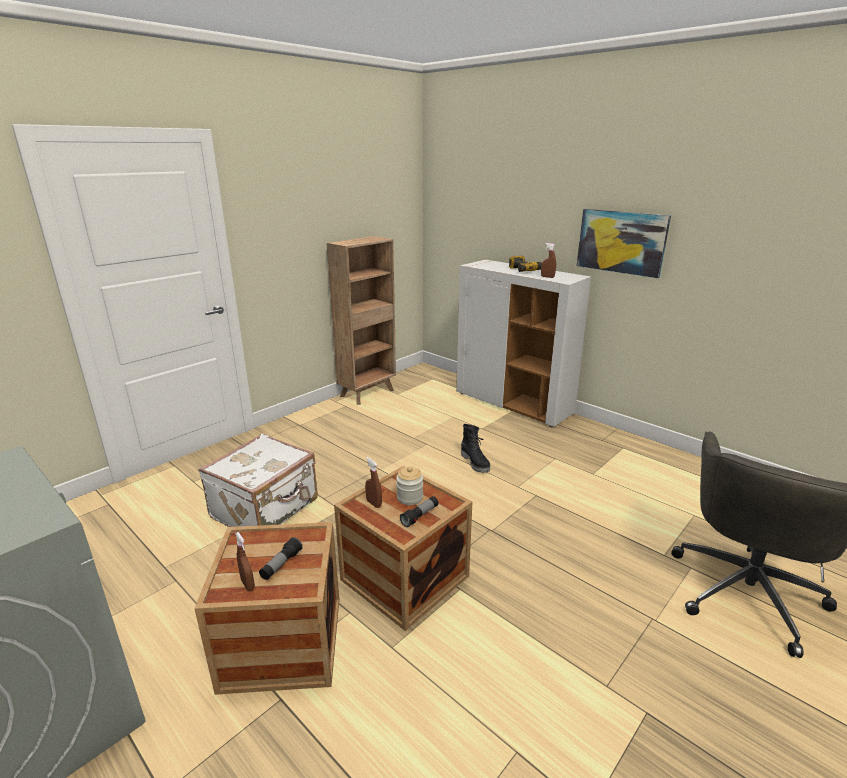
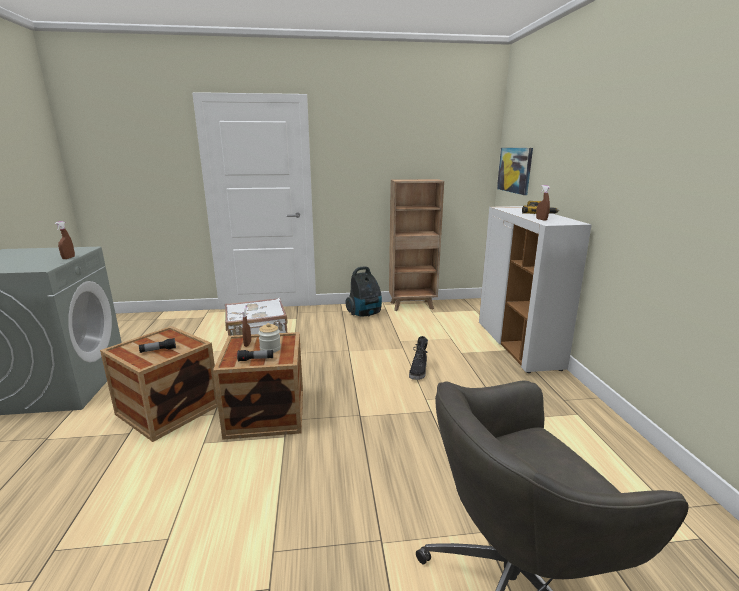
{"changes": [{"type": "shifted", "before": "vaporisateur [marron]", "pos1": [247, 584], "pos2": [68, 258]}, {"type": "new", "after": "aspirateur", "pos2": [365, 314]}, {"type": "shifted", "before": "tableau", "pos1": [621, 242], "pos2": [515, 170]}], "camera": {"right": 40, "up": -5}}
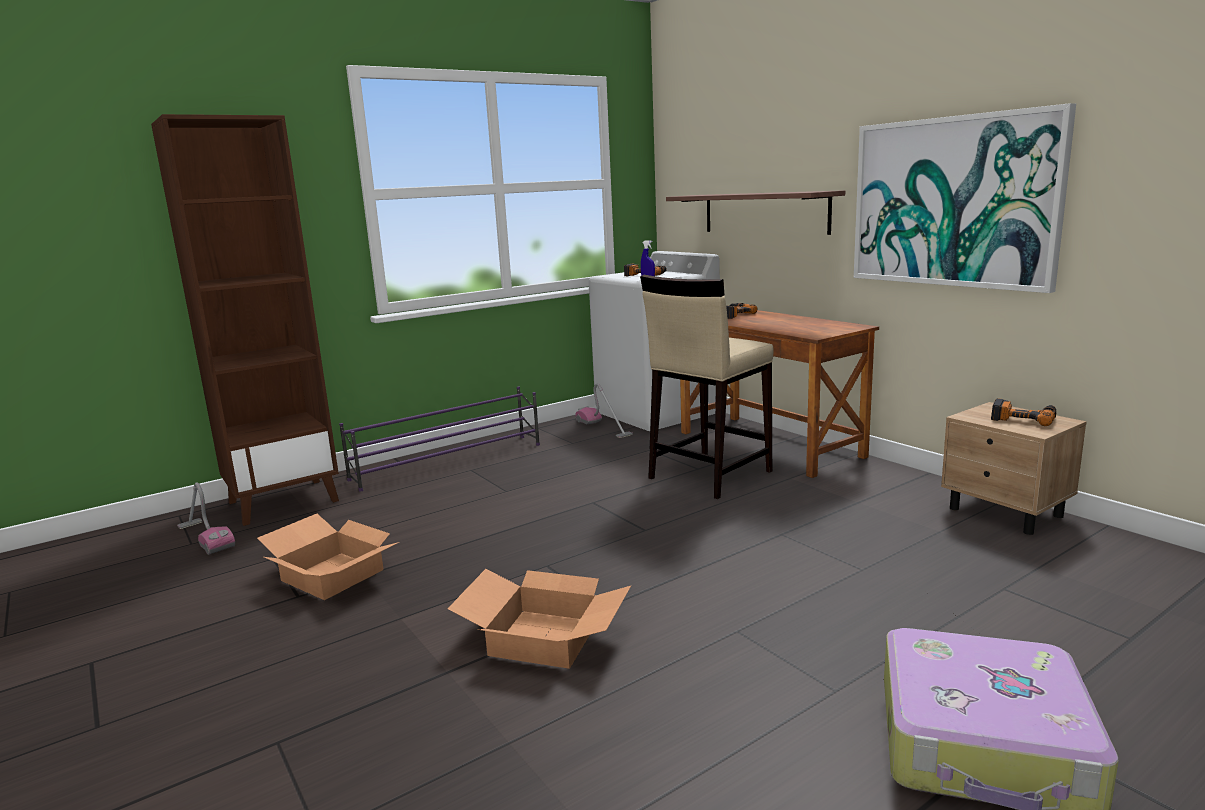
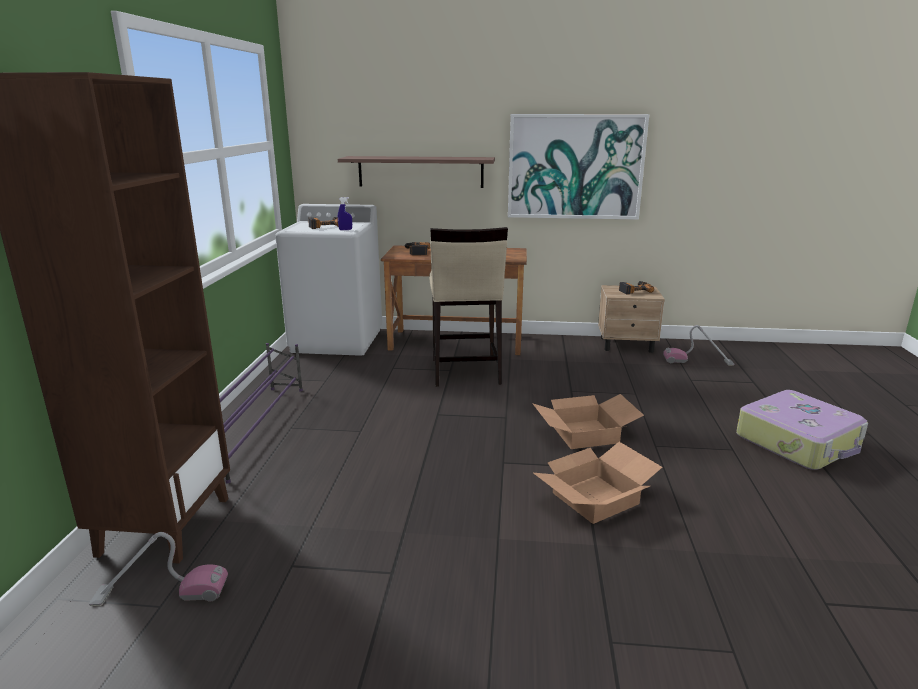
{"changes": [{"type": "shifted", "before": "carton", "pos1": [330, 575], "pos2": [584, 434]}, {"type": "shifted", "before": "aspirateur", "pos1": [603, 427], "pos2": [697, 361]}], "camera": {"right": -50, "up": 5}}
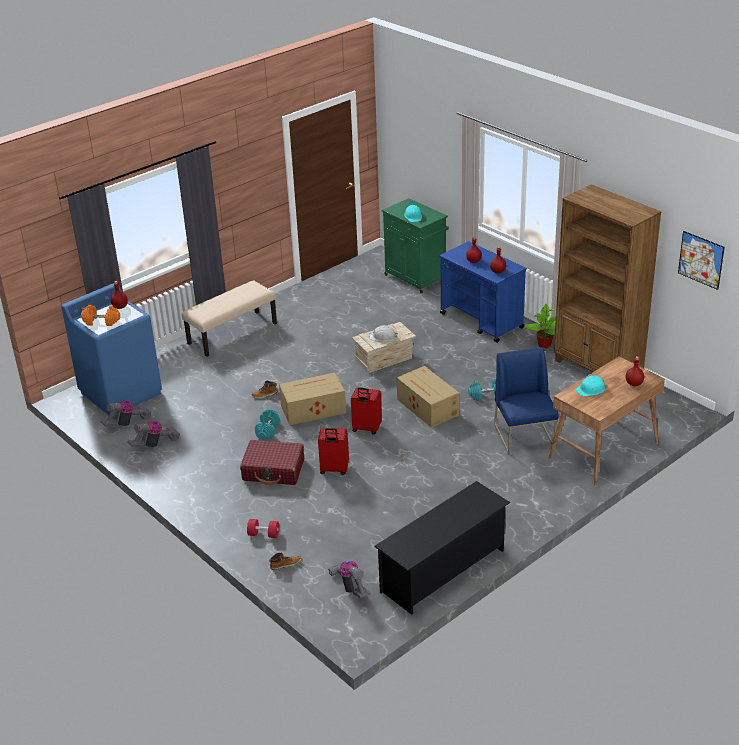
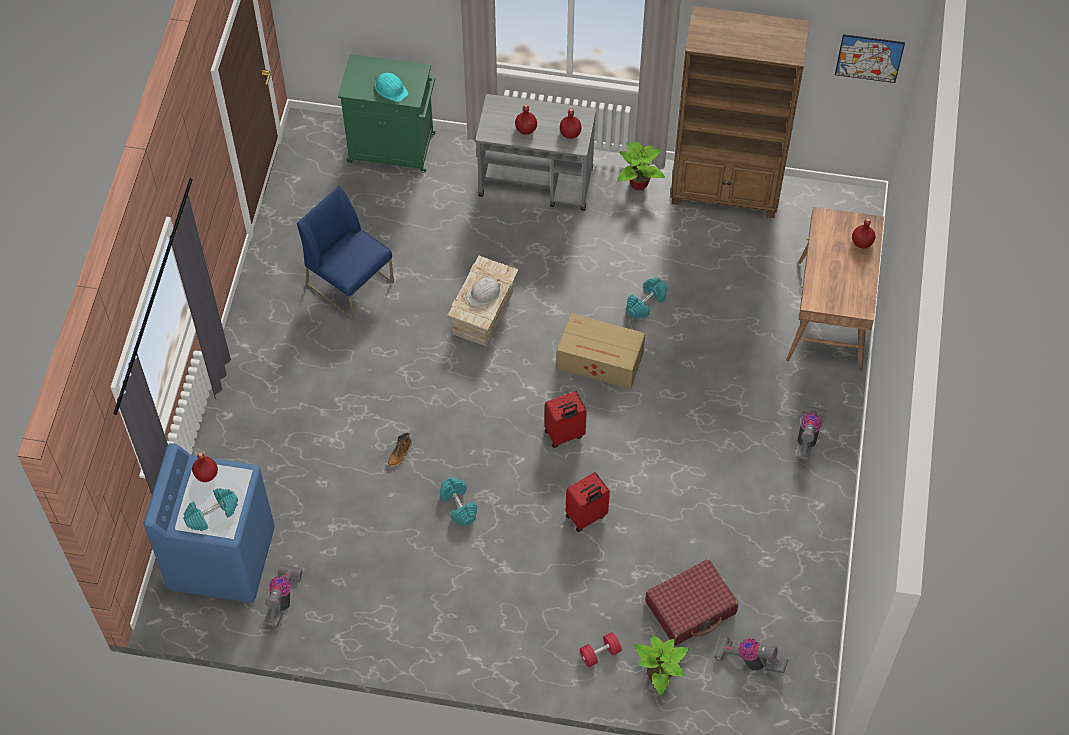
{"changes": [{"type": "repainted", "before": "haltère [orange]", "after": "haltère [turquoise]", "pos1": [102, 321], "pos2": [212, 513]}, {"type": "shifted", "before": "chaise [bleu]", "pos1": [525, 436], "pos2": [351, 283]}, {"type": "repainted", "before": "chariot [bleu]", "after": "chariot [gris]", "pos1": [482, 321], "pos2": [537, 182]}, {"type": "swapped", "before": "botte", "after": "plante en pot", "pos1": [285, 564], "pos2": [659, 676]}, {"type": "shifted", "before": "valise [rouge]", "pos1": [273, 470], "pos2": [691, 608]}, {"type": "shifted", "before": "aspirateur", "pos1": [155, 444], "pos2": [808, 437]}, {"type": "gone", "before": "banc [beige]", "pos1": [232, 333]}, {"type": "gone", "before": "carton", "pos1": [312, 409]}, {"type": "gone", "before": "étagère à chaussures [noir]", "pos1": [443, 571]}, {"type": "gone", "before": "casque de chantier [turquoise]", "pos1": [591, 389]}], "camera": {"right": -40, "up": 25}}
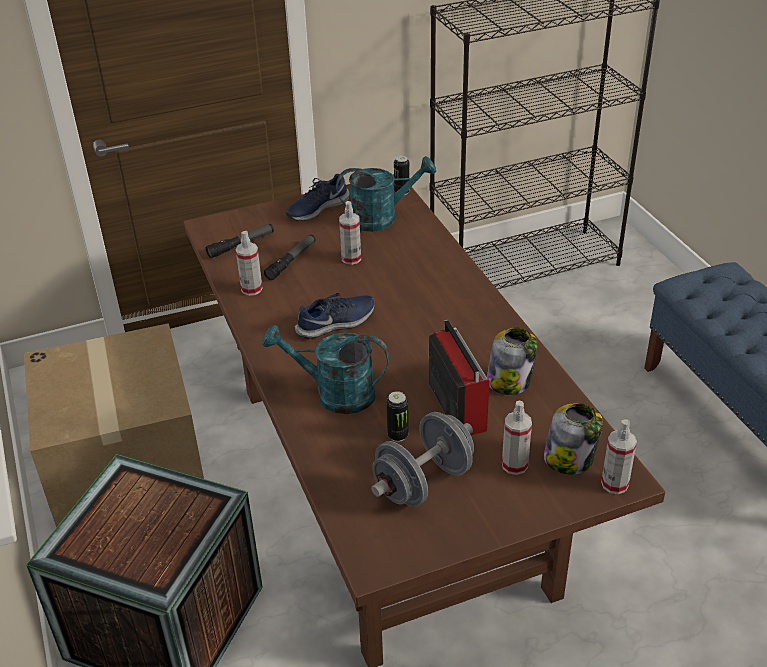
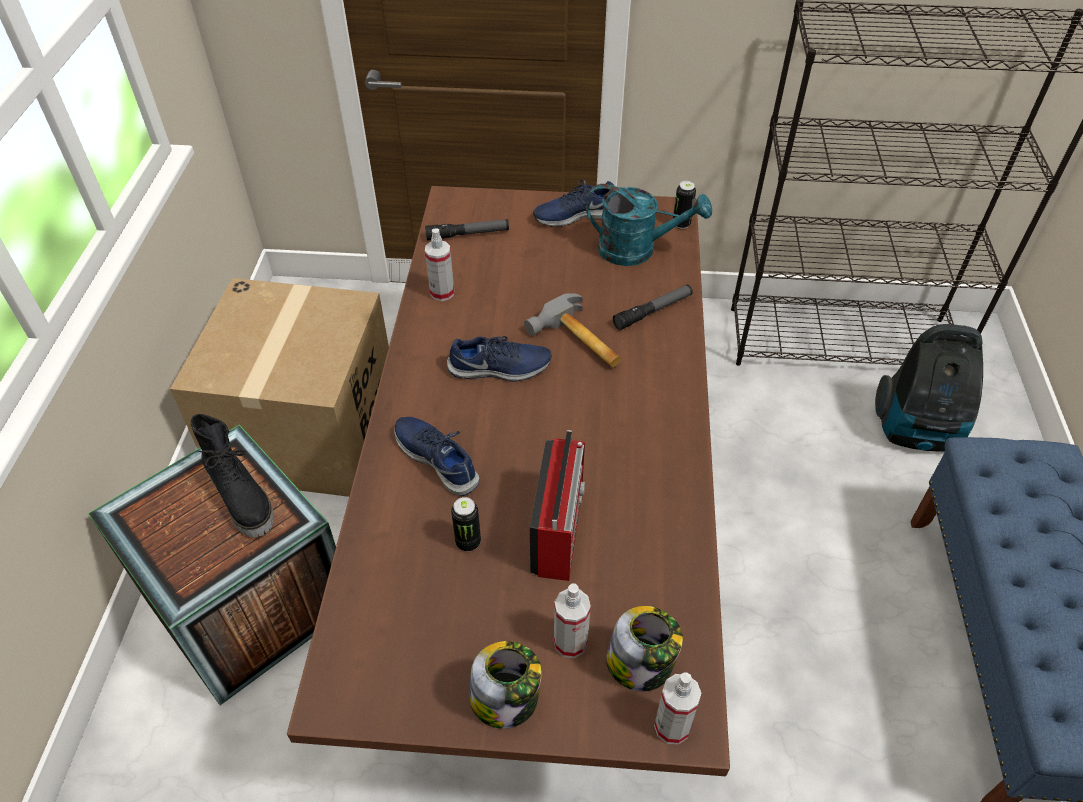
{"changes": [{"type": "new", "after": "botte [noir]", "pos2": [243, 499]}, {"type": "swapped", "before": "arrosoir [turquoise]", "after": "chaussure [bleu]", "pos1": [334, 394], "pos2": [438, 459]}, {"type": "shifted", "before": "bocal", "pos1": [509, 381], "pos2": [506, 700]}, {"type": "new", "after": "marteau", "pos2": [578, 342]}, {"type": "shifted", "before": "lampe de poche", "pos1": [291, 261], "pos2": [653, 311]}, {"type": "new", "after": "aspirateur", "pos2": [916, 431]}, {"type": "gone", "before": "vaporisateur", "pos1": [351, 258]}, {"type": "gone", "before": "haltère [gris]", "pos1": [423, 482]}], "camera": {"right": 25, "up": 10}}
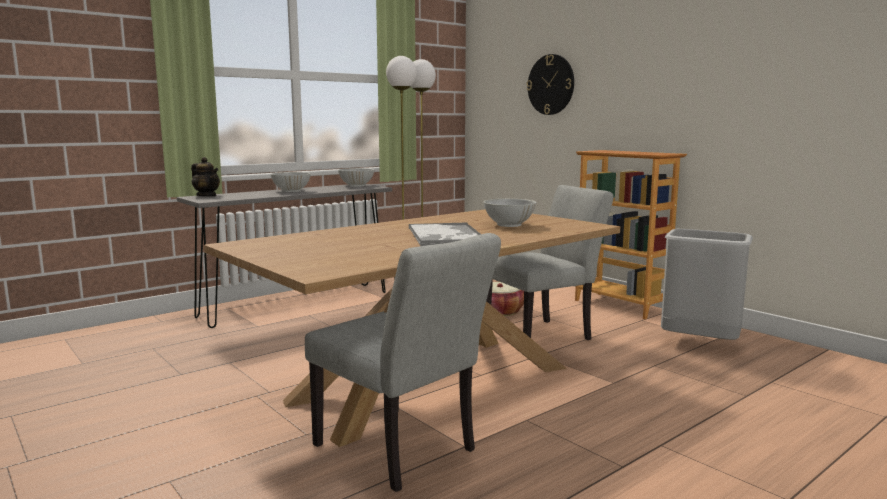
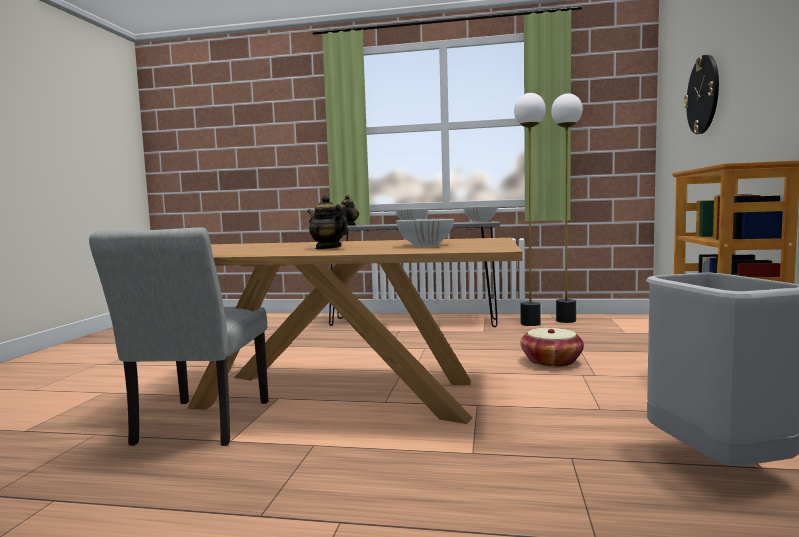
{"changes": [{"type": "swapped", "before": "plateau", "after": "théière", "pos1": [445, 236], "pos2": [328, 248]}, {"type": "gone", "before": "chaise [gris]", "pos1": [544, 335]}], "camera": {"right": 50, "up": -5}}
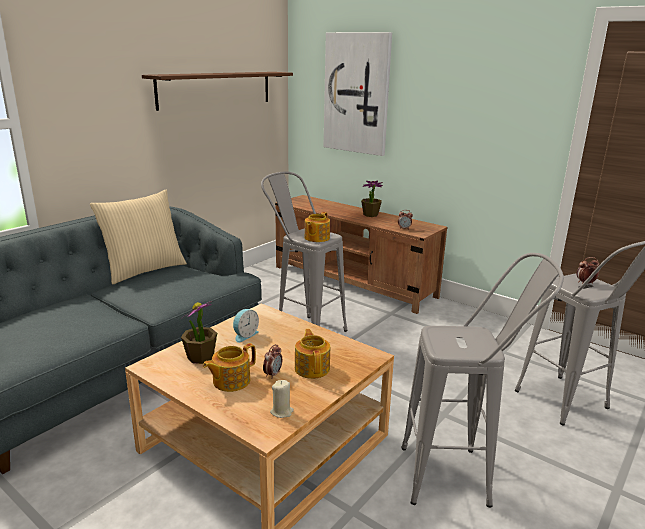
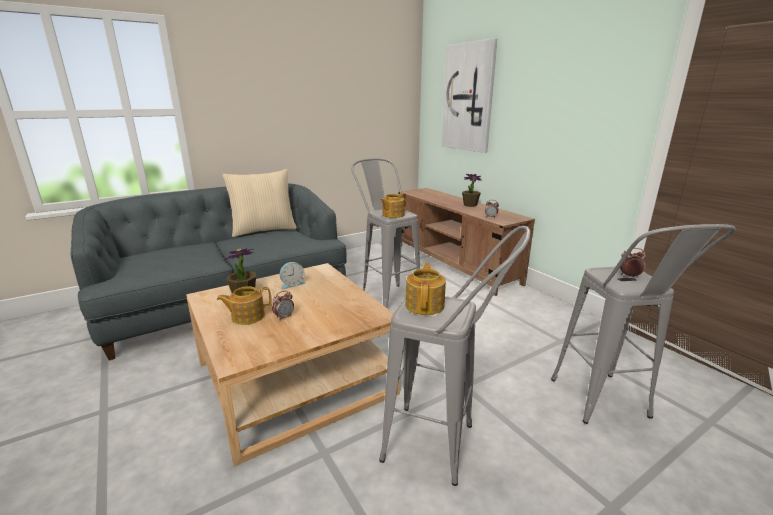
{"changes": [{"type": "shifted", "before": "théière", "pos1": [312, 368], "pos2": [425, 305]}, {"type": "gone", "before": "étagère [marron]", "pos1": [216, 89]}, {"type": "gone", "before": "bougie [beige]", "pos1": [282, 412]}], "camera": {"right": 20, "up": 0}}
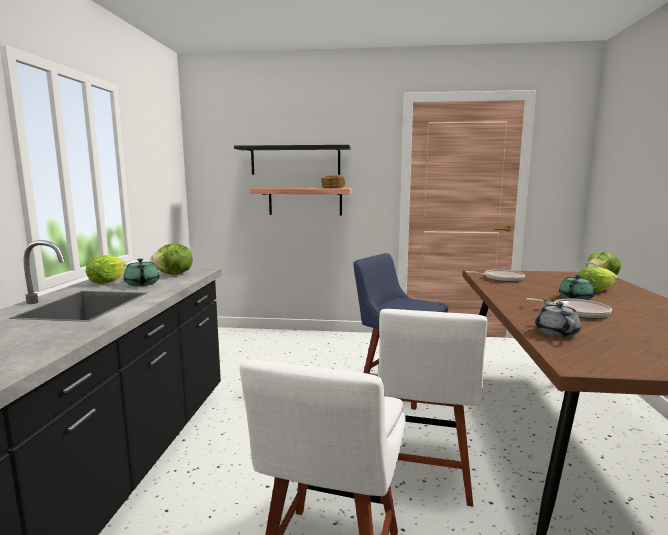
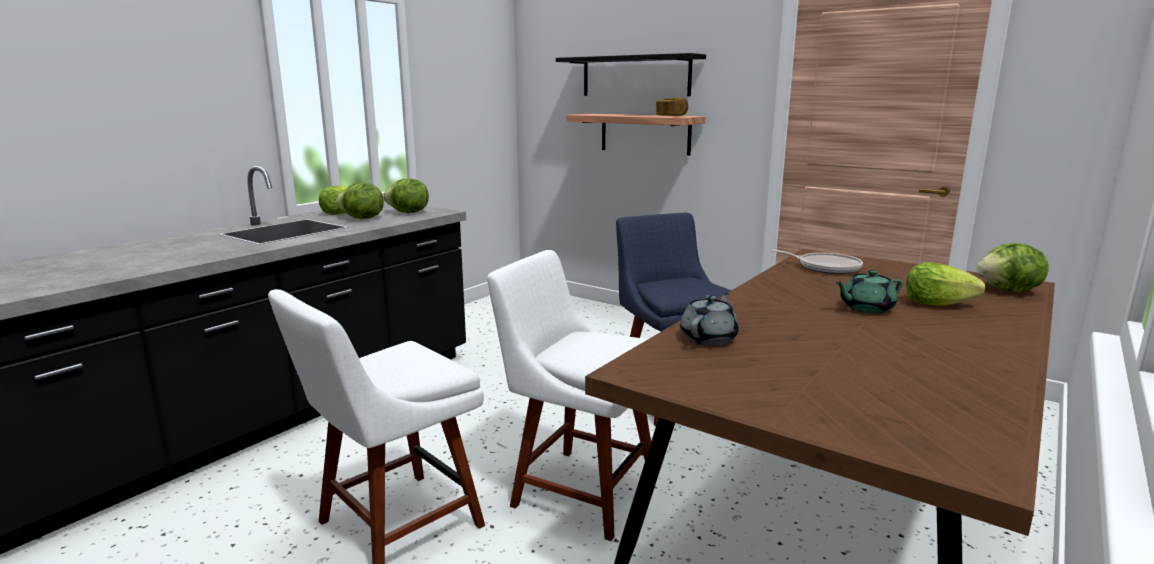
{"changes": [{"type": "swapped", "before": "théière [vert]", "after": "laitue", "pos1": [142, 284], "pos2": [362, 219]}, {"type": "rotated", "before": "chaise [blanc]", "pos1": [423, 473], "pos2": [578, 489], "turn": 75}, {"type": "gone", "before": "poêle", "pos1": [577, 312]}], "camera": {"right": 30, "up": 5}}
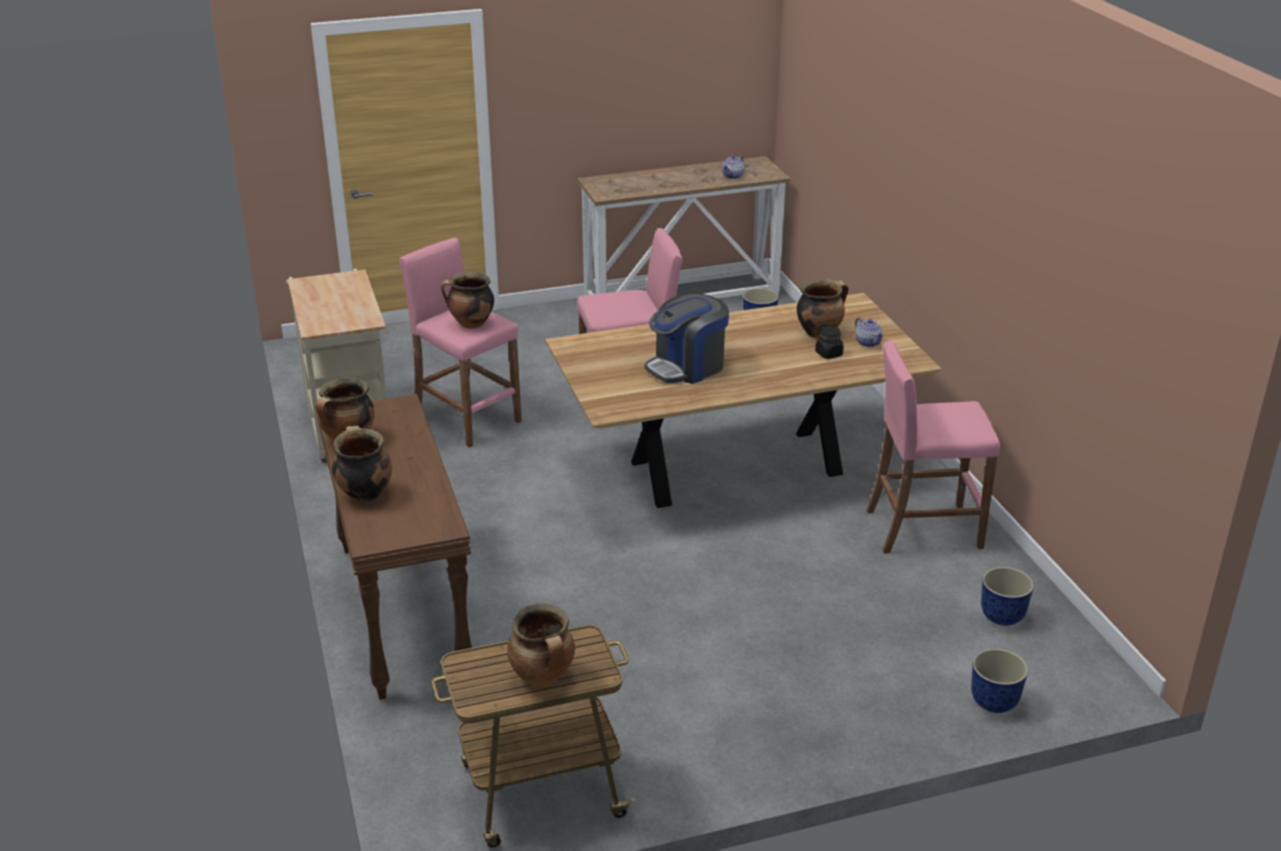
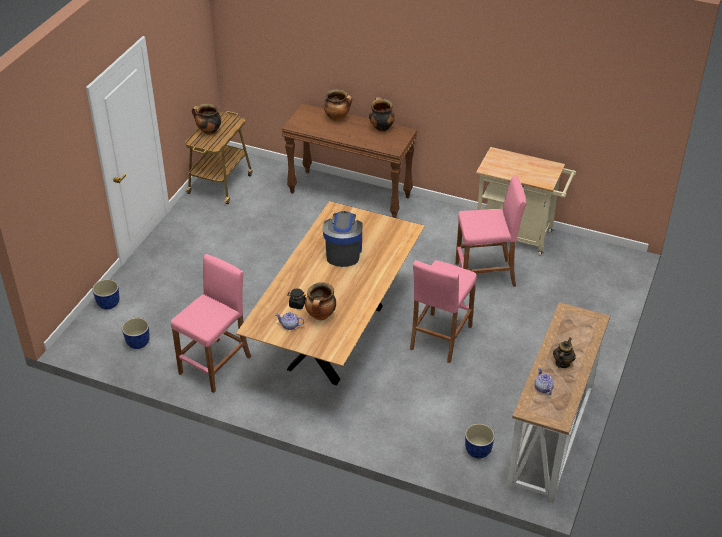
{"changes": [{"type": "new", "after": "théière", "pos2": [562, 363]}, {"type": "gone", "before": "marmite", "pos1": [470, 324]}], "camera": {"right": 130, "up": 10}}
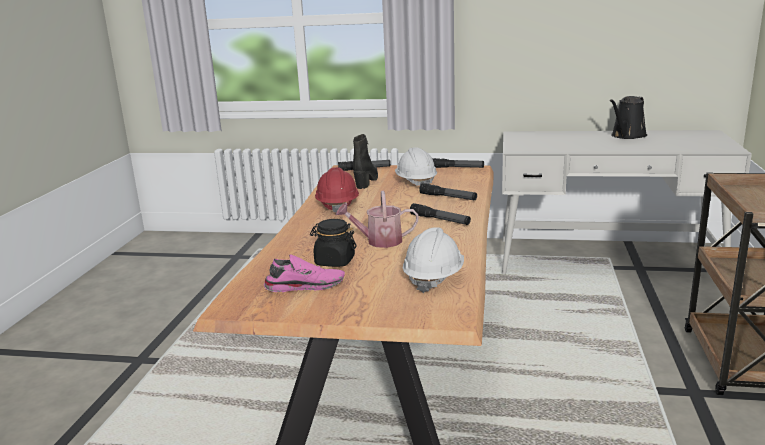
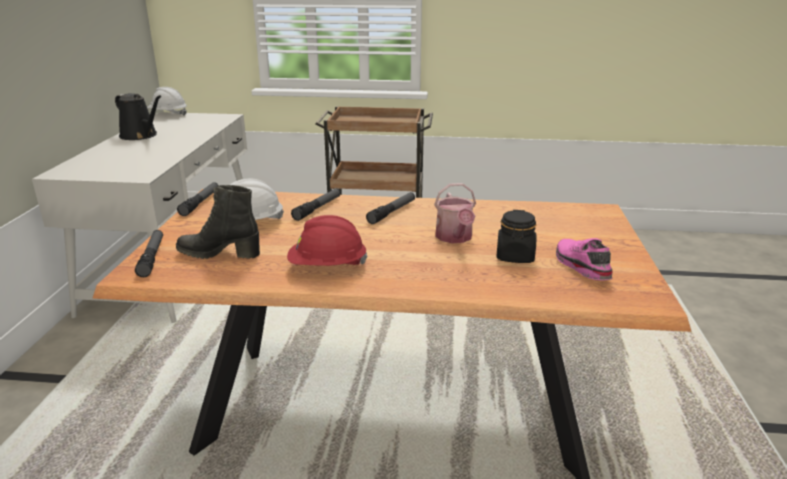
{"changes": [{"type": "shifted", "before": "casque de chantier [blanc]", "pos1": [433, 278], "pos2": [168, 114]}], "camera": {"right": -95, "up": 5}}
